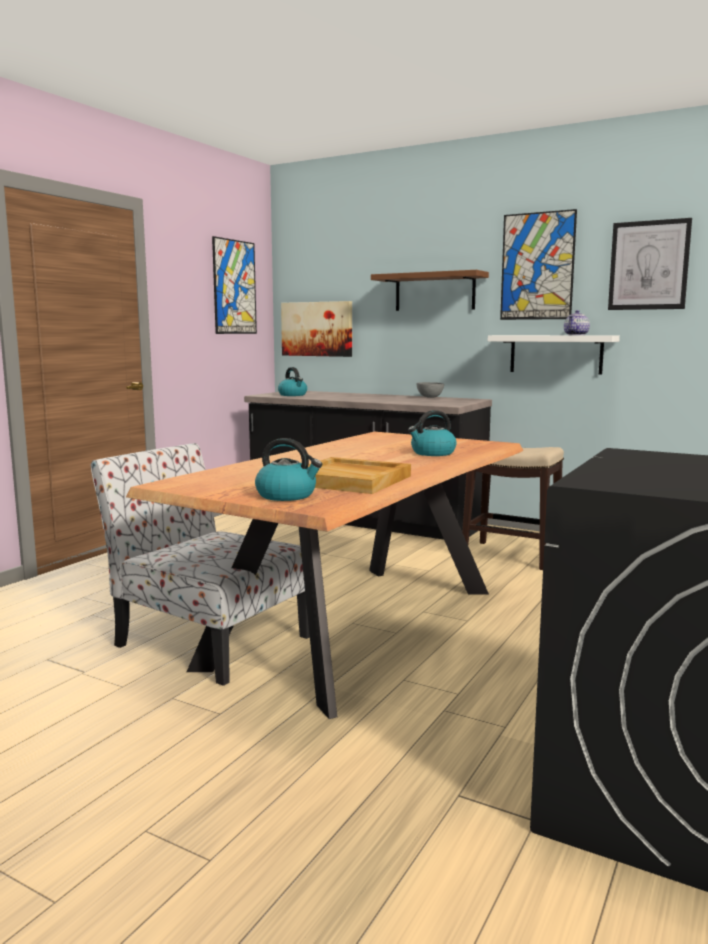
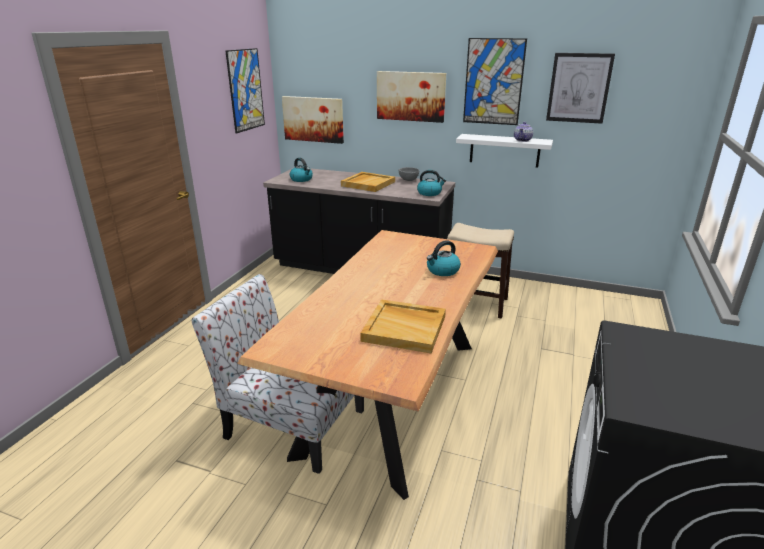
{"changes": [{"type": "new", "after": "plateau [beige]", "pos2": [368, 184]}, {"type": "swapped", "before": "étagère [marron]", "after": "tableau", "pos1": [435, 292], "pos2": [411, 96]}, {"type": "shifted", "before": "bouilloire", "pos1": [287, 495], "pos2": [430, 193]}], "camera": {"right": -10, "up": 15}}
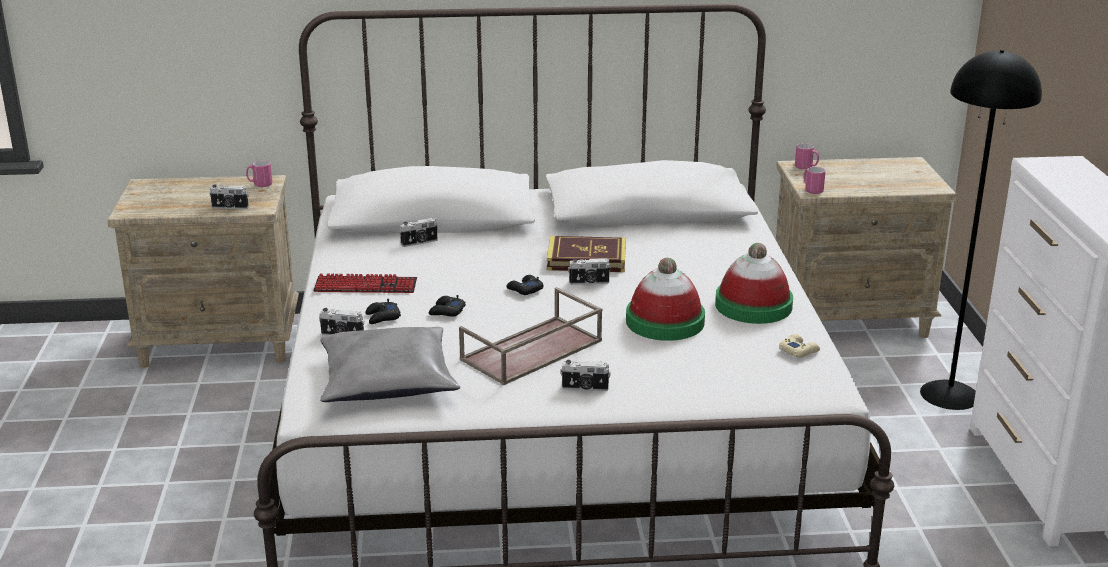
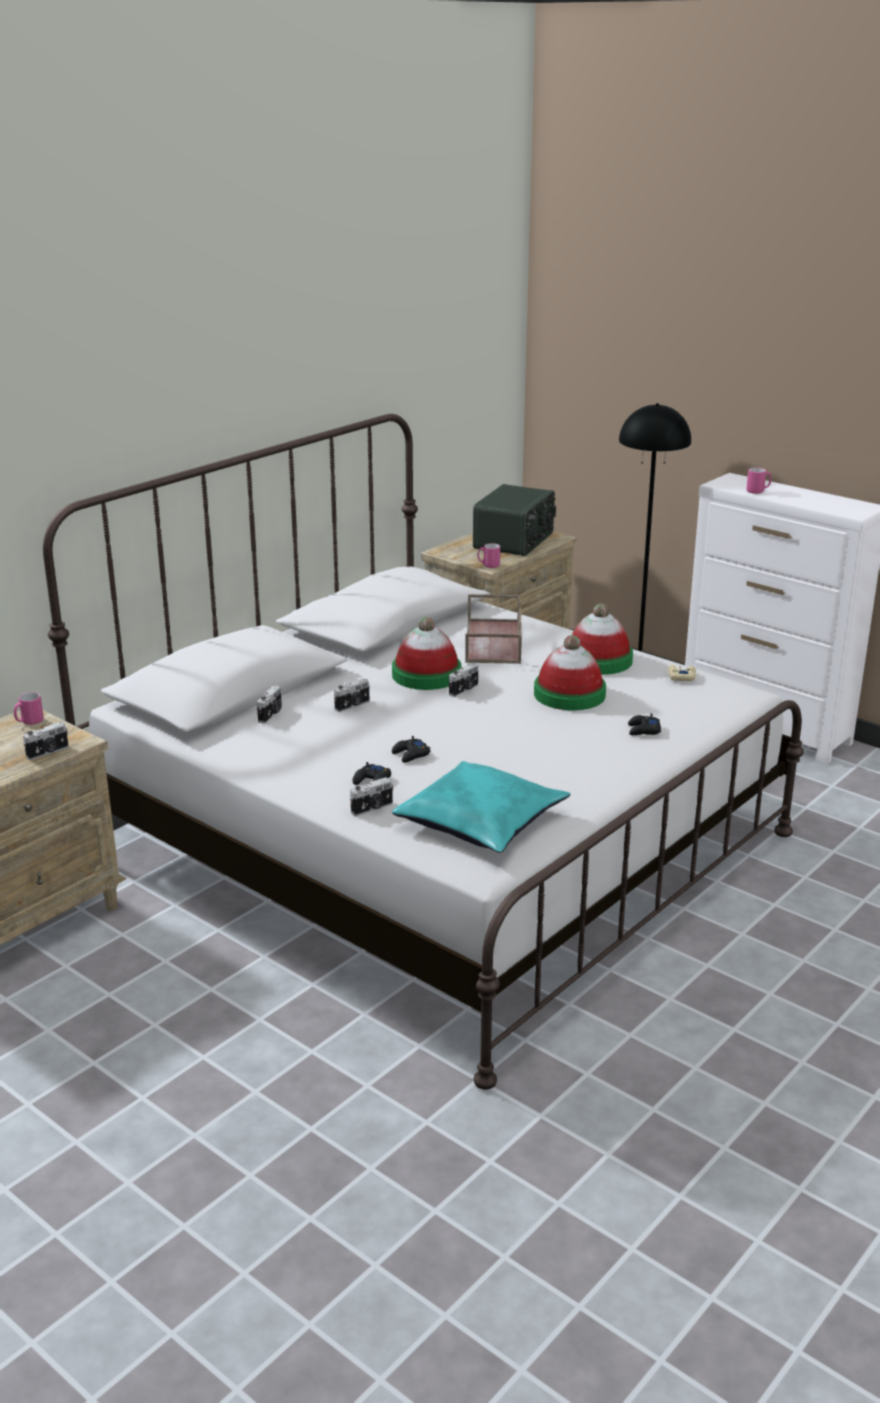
{"changes": [{"type": "shifted", "before": "appareil photo", "pos1": [585, 388], "pos2": [353, 706]}, {"type": "swapped", "before": "livre", "after": "chapeau", "pos1": [586, 259], "pos2": [426, 675]}, {"type": "repainted", "before": "coussin [gris]", "after": "coussin [turquoise]", "pos1": [388, 380], "pos2": [481, 821]}, {"type": "shifted", "before": "plateau [marron]", "pos1": [531, 351], "pos2": [494, 642]}, {"type": "new", "after": "radio", "pos2": [515, 541]}, {"type": "shifted", "before": "manette [noir]", "pos1": [525, 289], "pos2": [643, 730]}, {"type": "shifted", "before": "mug [rose]", "pos1": [806, 167], "pos2": [758, 491]}, {"type": "gone", "before": "clavier", "pos1": [365, 286]}], "camera": {"right": -45, "up": 0}}
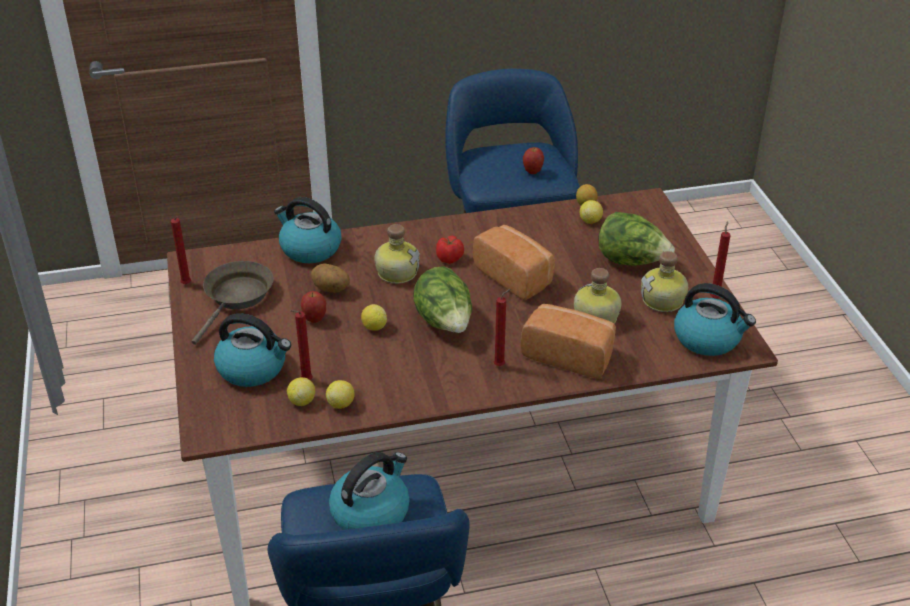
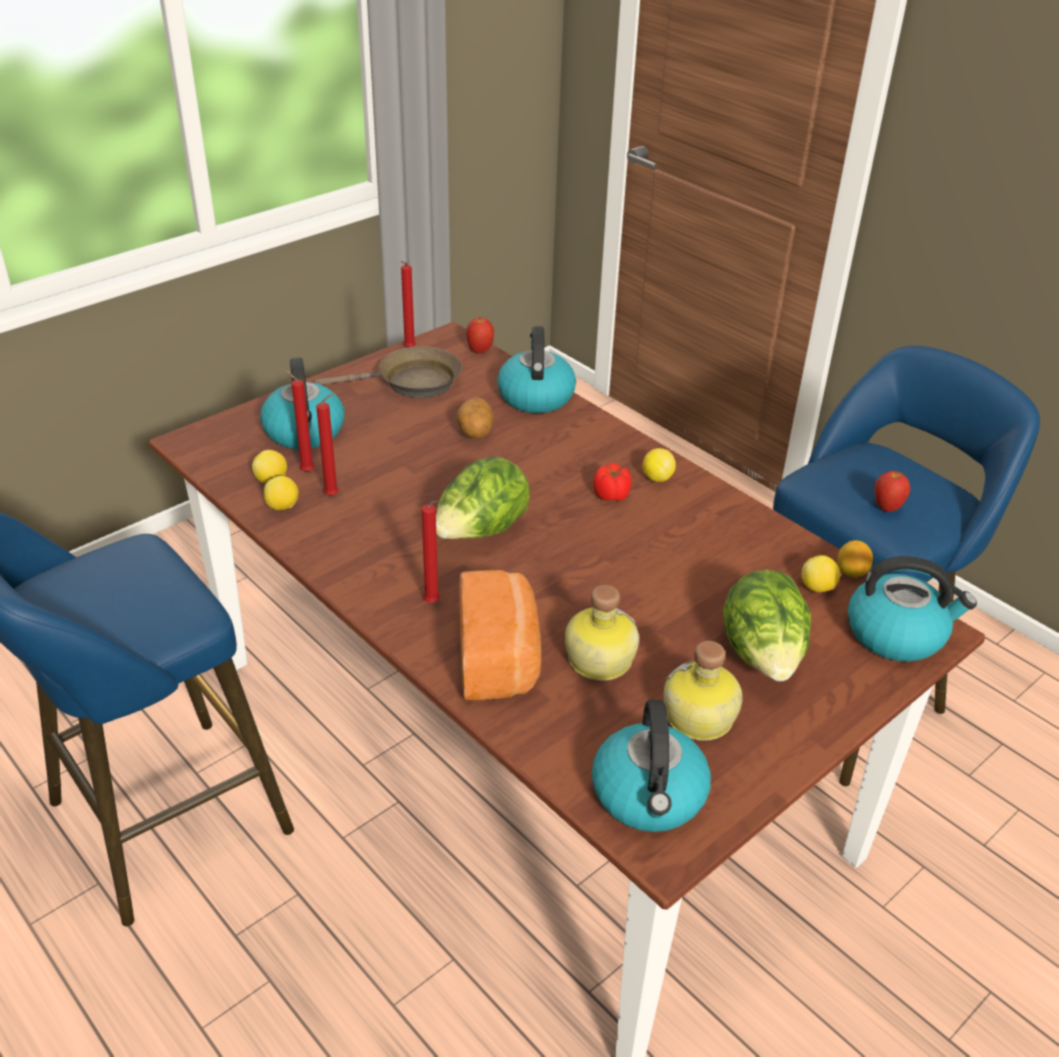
{"changes": [{"type": "shifted", "before": "bougie [rouge]", "pos1": [715, 297], "pos2": [334, 495]}, {"type": "shifted", "before": "pomme", "pos1": [314, 319], "pos2": [480, 351]}, {"type": "shifted", "before": "citron", "pos1": [374, 327], "pos2": [657, 478]}, {"type": "shifted", "before": "bouilloire", "pos1": [371, 512], "pos2": [897, 634]}, {"type": "gone", "before": "bouteille", "pos1": [397, 272]}, {"type": "gone", "before": "pain", "pos1": [515, 276]}], "camera": {"right": 60, "up": 0}}
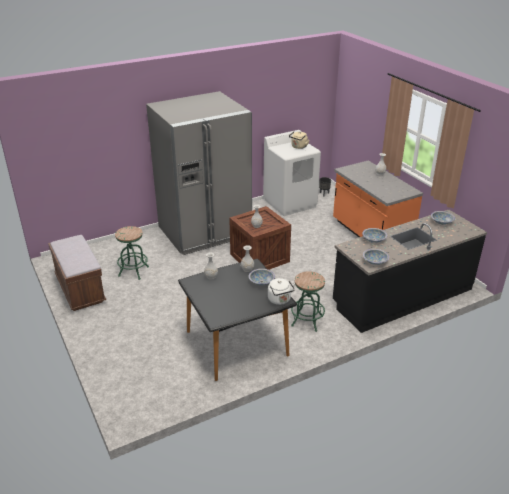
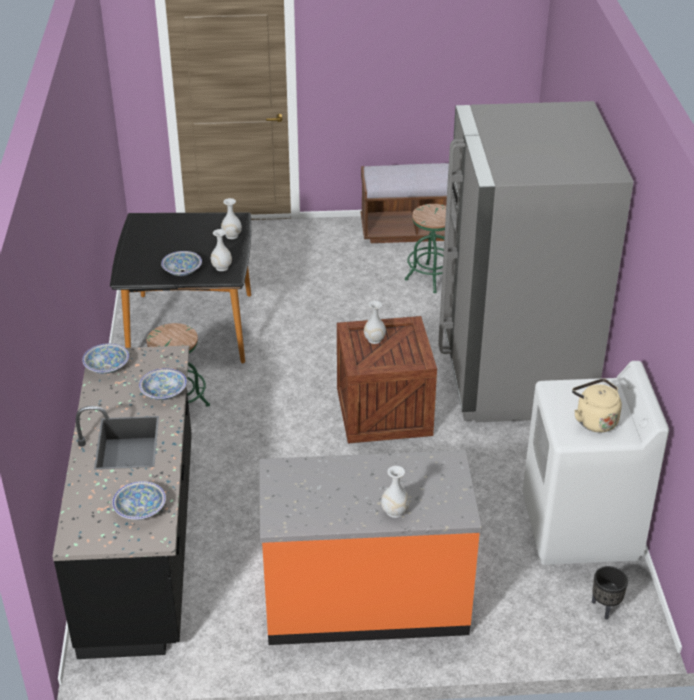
{"changes": [{"type": "gone", "before": "bouilloire [blanc]", "pos1": [280, 300]}], "camera": {"right": 115, "up": 5}}
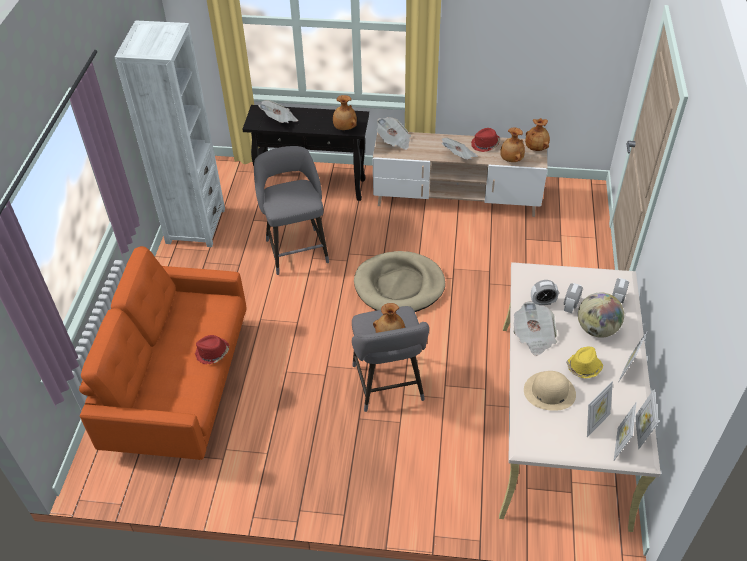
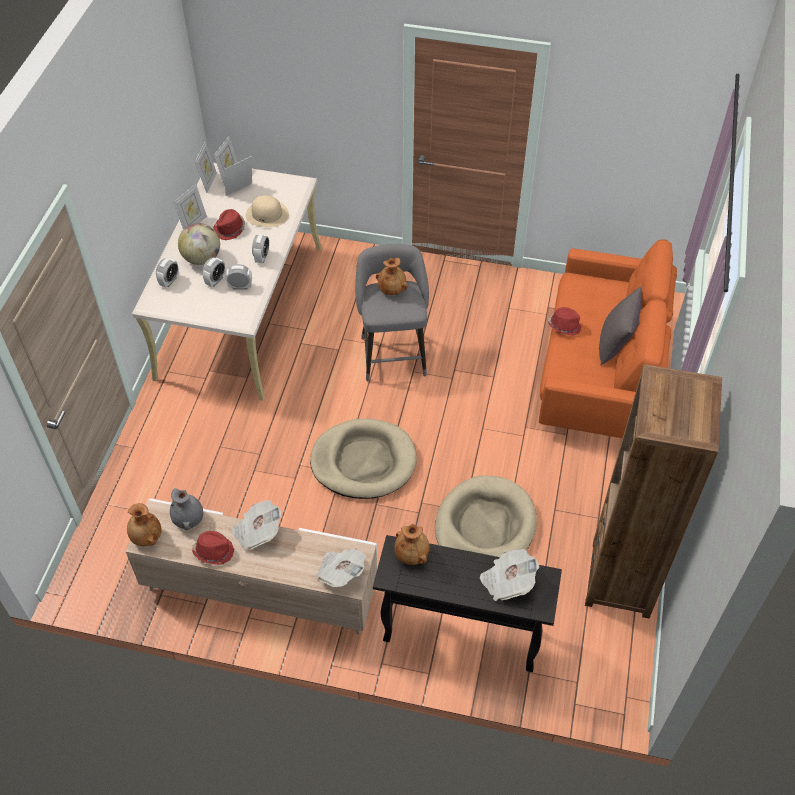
{"changes": [{"type": "repainted", "before": "vase [marron]", "after": "vase [gris]", "pos1": [511, 159], "pos2": [189, 519]}, {"type": "repainted", "before": "chapeau [jaune]", "after": "chapeau [rouge]", "pos1": [583, 368], "pos2": [230, 229]}, {"type": "swapped", "before": "journal", "after": "réveil", "pos1": [533, 336], "pos2": [262, 257]}, {"type": "swapped", "before": "tabouret [gris]", "after": "panier pour chien [beige]", "pos1": [296, 248], "pos2": [484, 527]}, {"type": "repainted", "before": "bibliothèque [blanc]", "after": "bibliothèque [marron]", "pos1": [195, 226], "pos2": [621, 578]}, {"type": "new", "after": "coussin [gris]", "pos2": [615, 345]}], "camera": {"right": -175, "up": 5}}
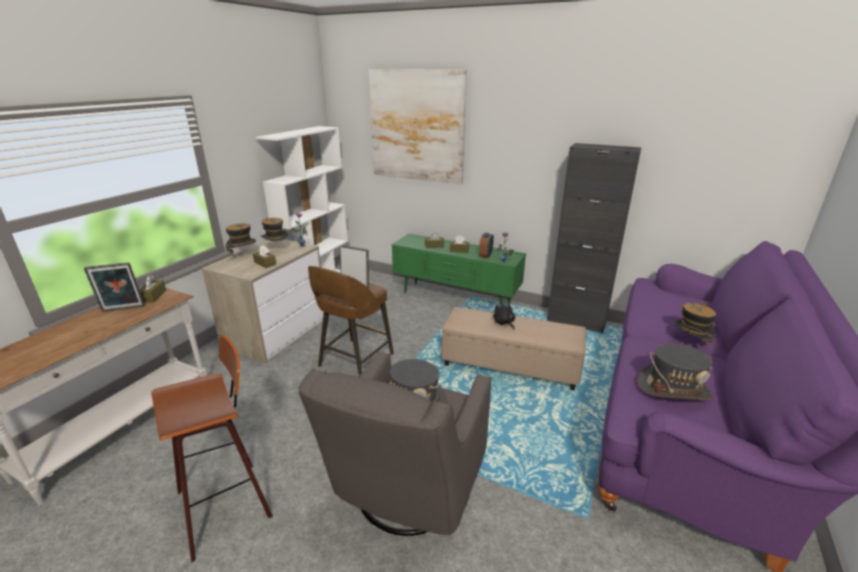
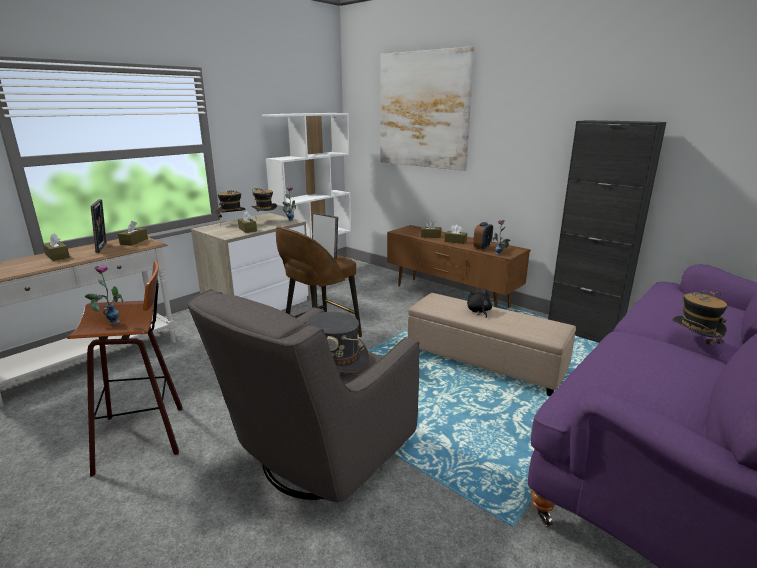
{"changes": [{"type": "new", "after": "boîte à mouchoirs [marron]", "pos2": [57, 256]}, {"type": "new", "after": "vase", "pos2": [109, 321]}, {"type": "rotated", "before": "cadre photo", "pos1": [123, 309], "pos2": [103, 248], "turn": -105}, {"type": "repainted", "before": "meuble télé [vert]", "after": "meuble télé [marron]", "pos1": [455, 298], "pos2": [450, 296]}, {"type": "gone", "before": "chapeau [gris]", "pos1": [673, 388]}], "camera": {"right": 15, "up": -5}}
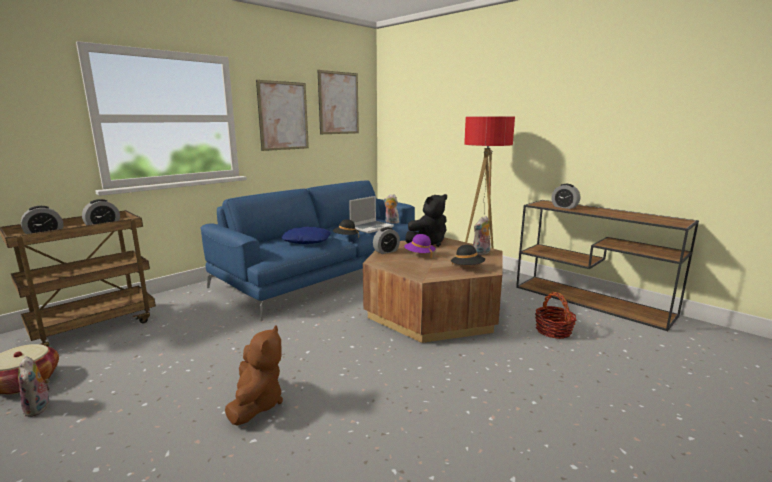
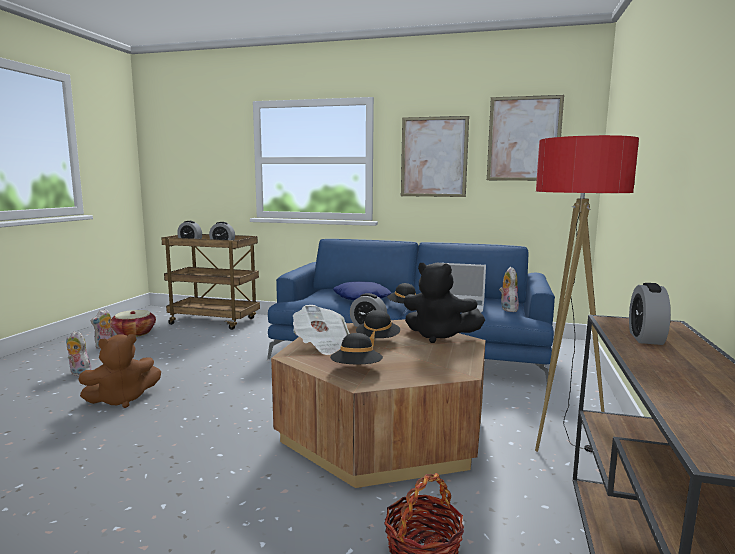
{"changes": [{"type": "shifted", "before": "peluche", "pos1": [481, 253], "pos2": [79, 374]}, {"type": "new", "after": "journal", "pos2": [322, 345]}, {"type": "repainted", "before": "chapeau [violet]", "after": "chapeau [noir]", "pos1": [419, 255], "pos2": [377, 340]}], "camera": {"right": 60, "up": -5}}
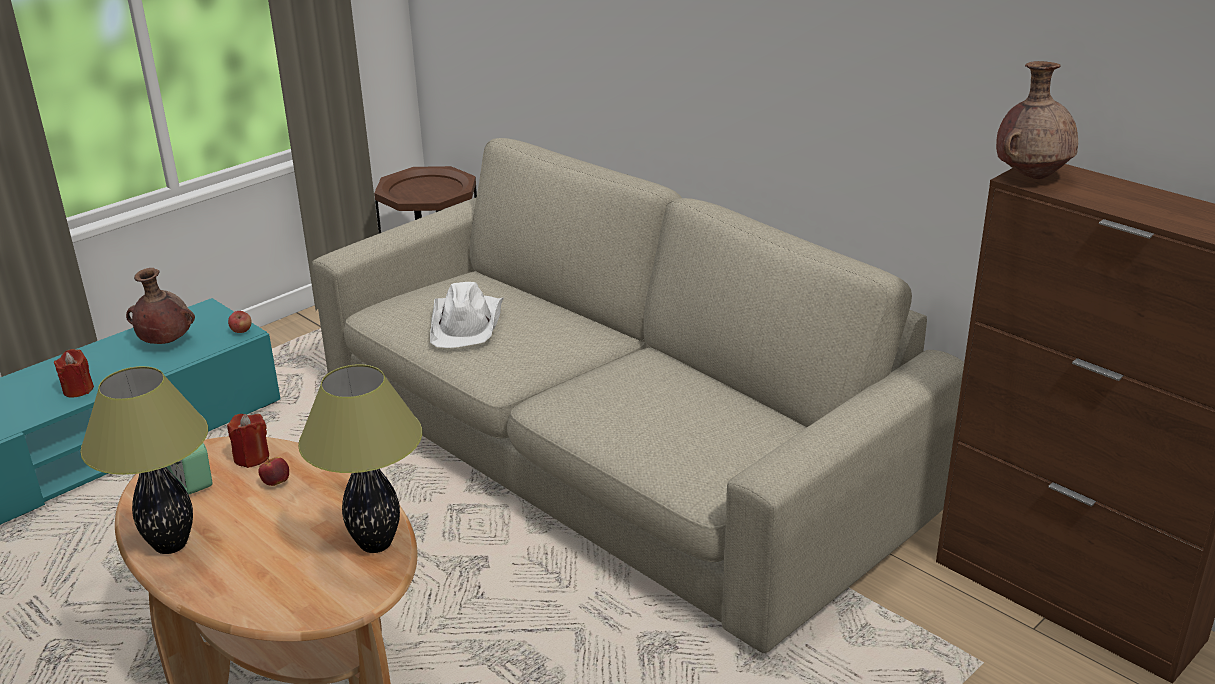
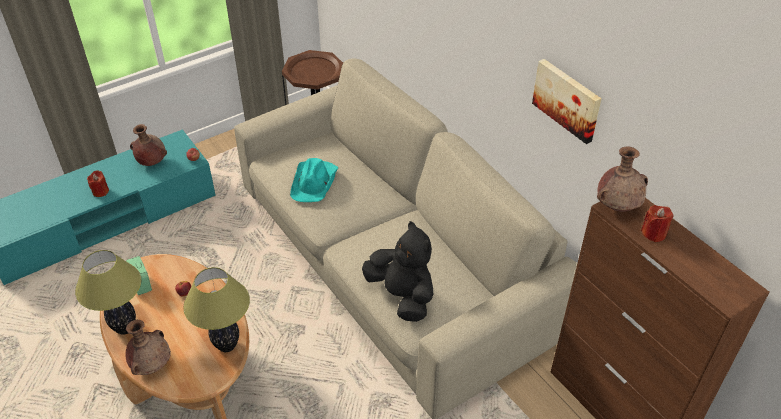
{"changes": [{"type": "new", "after": "vase [marron]", "pos2": [152, 365]}, {"type": "repainted", "before": "chapeau [blanc]", "after": "chapeau [turquoise]", "pos1": [467, 323], "pos2": [314, 182]}, {"type": "new", "after": "peluche [noir]", "pos2": [402, 296]}, {"type": "new", "after": "tableau", "pos2": [567, 99]}, {"type": "shifted", "before": "bougie [rouge]", "pos1": [251, 457], "pos2": [653, 233]}], "camera": {"right": 10, "up": 15}}
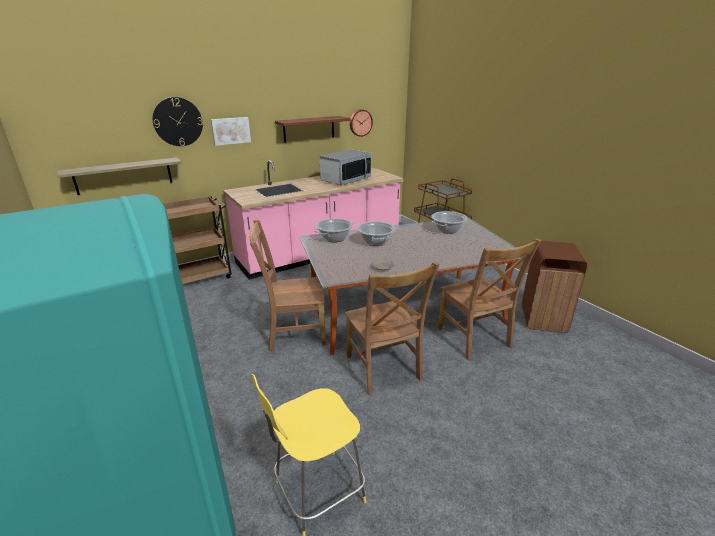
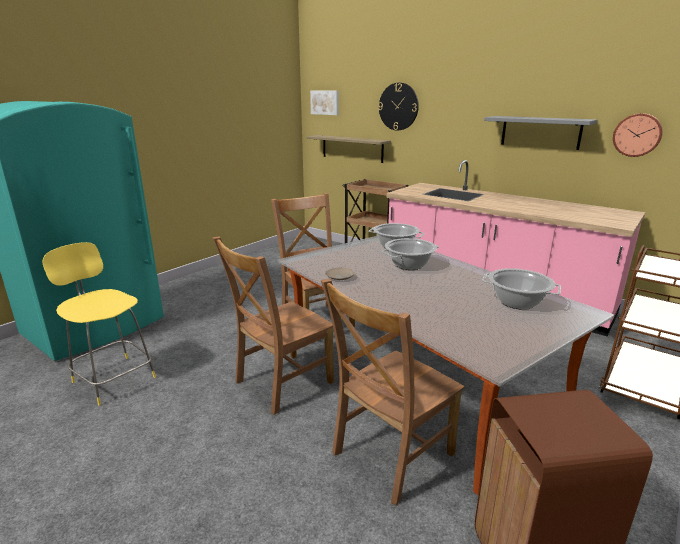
{"changes": [{"type": "shifted", "before": "tableau", "pos1": [230, 130], "pos2": [325, 102]}, {"type": "repainted", "before": "étagère [marron]", "after": "étagère [gris]", "pos1": [309, 129], "pos2": [540, 132]}, {"type": "gone", "before": "micro-ondes", "pos1": [345, 180]}], "camera": {"right": 70, "up": -5}}
